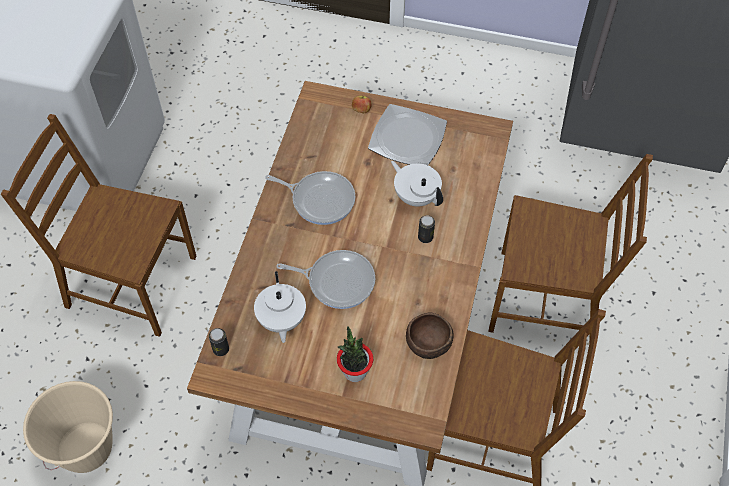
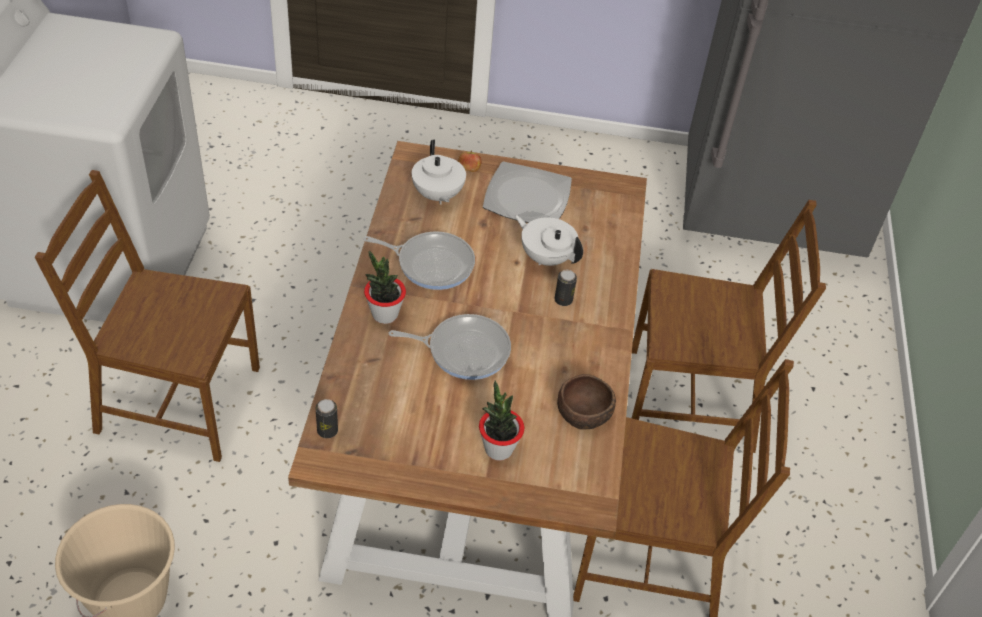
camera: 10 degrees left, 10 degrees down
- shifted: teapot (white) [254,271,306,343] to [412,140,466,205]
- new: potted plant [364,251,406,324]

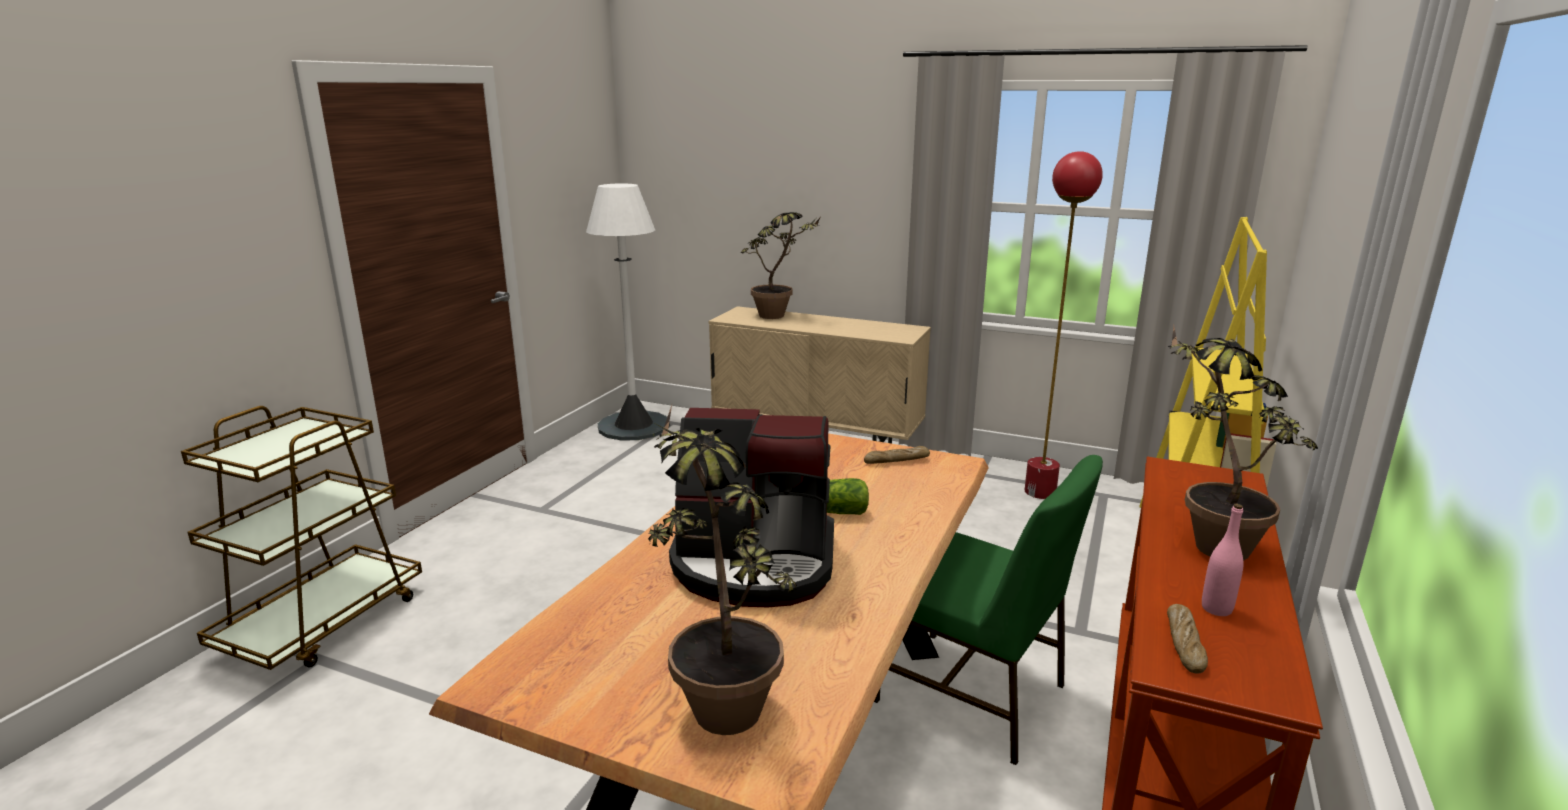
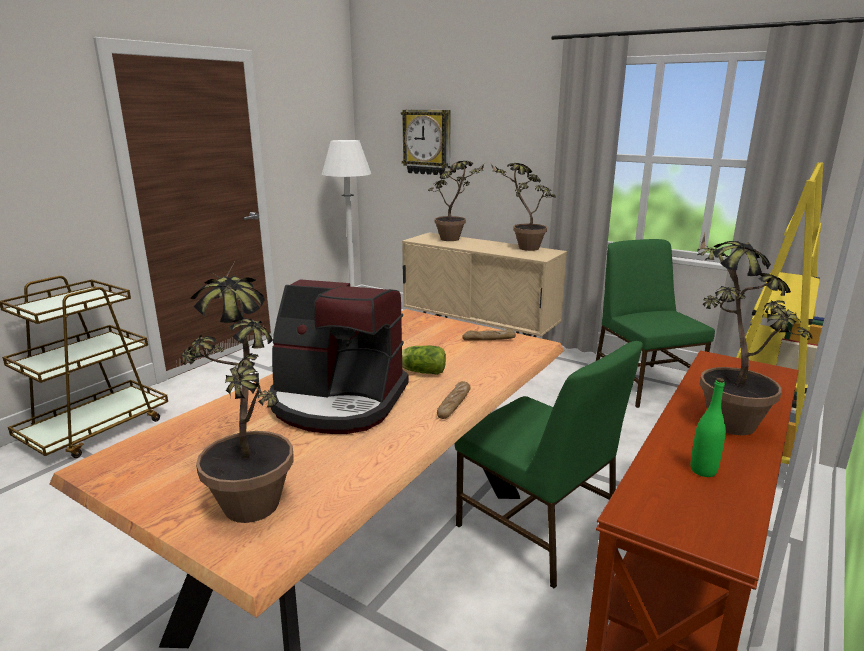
camera: 10 degrees right, 0 degrees up
- swapped: floor lamp (red) [1025,151,1103,499] to chair (green) [596,239,715,408]
- repainted: bottle (pink) [1202,504,1244,616] to bottle (green) [691,378,726,477]
- shifted: bread [1167,604,1208,674] to [437,381,471,419]
- new: wall clock [401,110,451,176]
- new: potted plant [491,163,556,251]

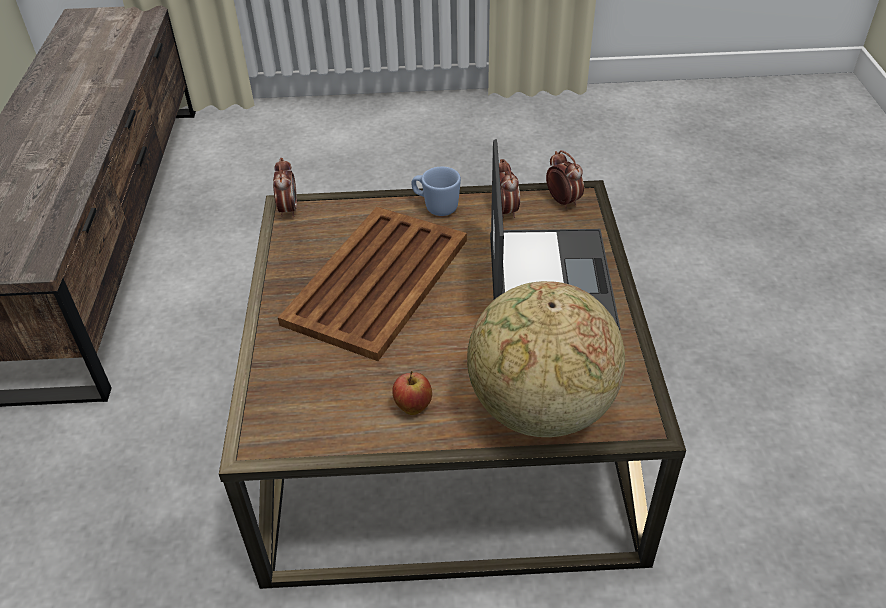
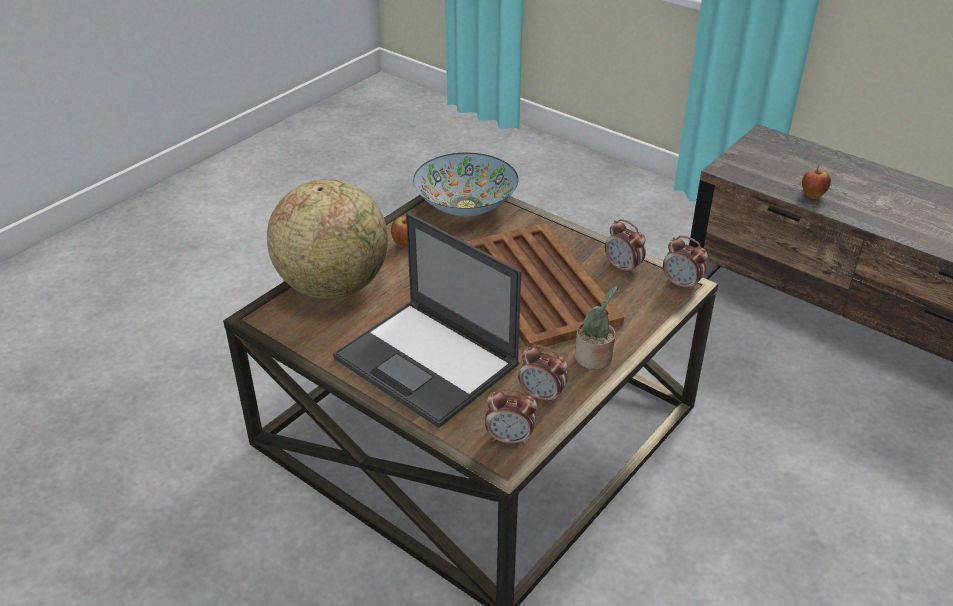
camera: 130 degrees right, 5 degrees down
- swapped: mug (blue) [411,167,461,216] to potted plant [575,286,618,370]
- new: bowl [413,153,518,217]
- new: apple [802,165,831,199]
- new: alarm clock [605,219,646,276]

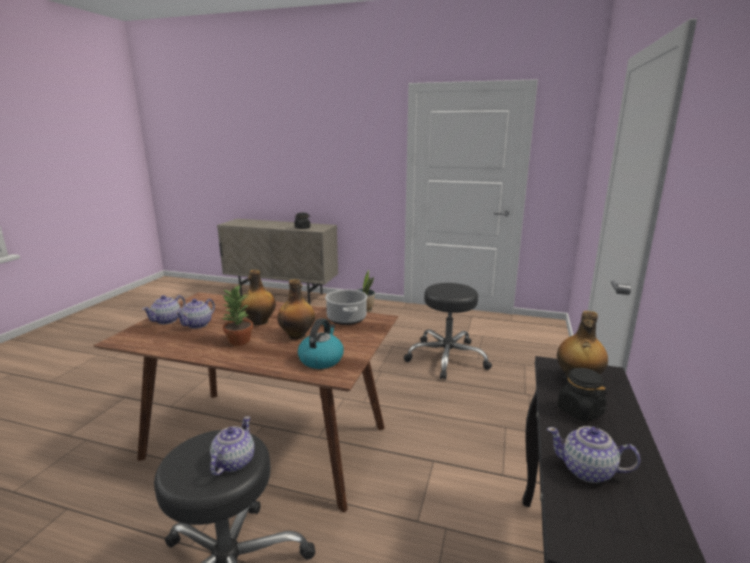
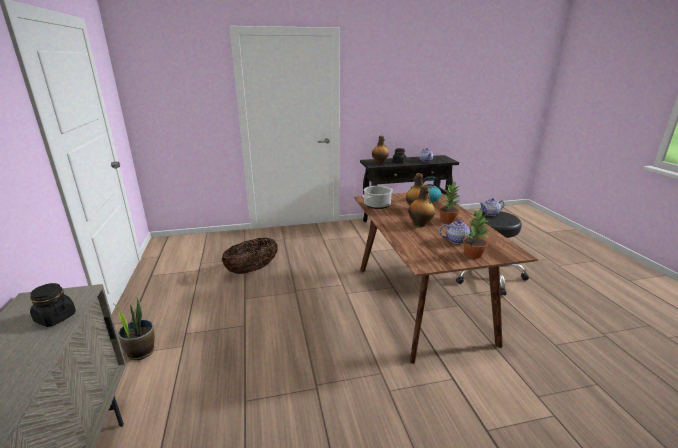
camera: 120 degrees left, 5 degrees up
- swapped: stool (black) [404,283,492,380] to basket [222,238,278,274]
- swapped: teapot [142,295,186,324] to potted plant [463,209,489,258]

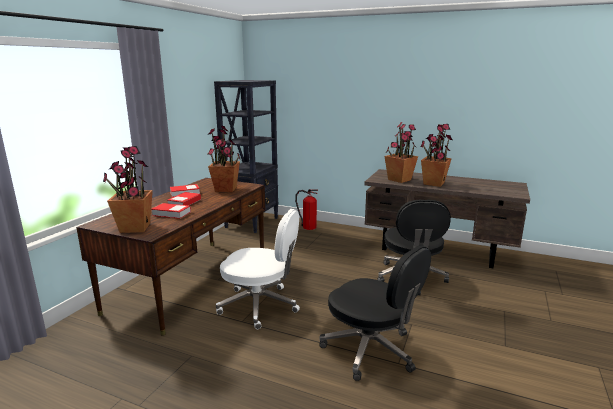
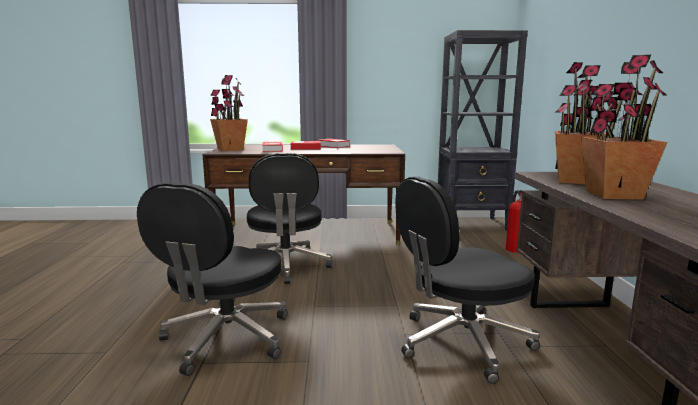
camera: 65 degrees right, 5 degrees down
- gone: potted plant [208,126,241,192]
- repainted: office chair (white) [216,209,300,329] to office chair (black) [247,153,333,284]

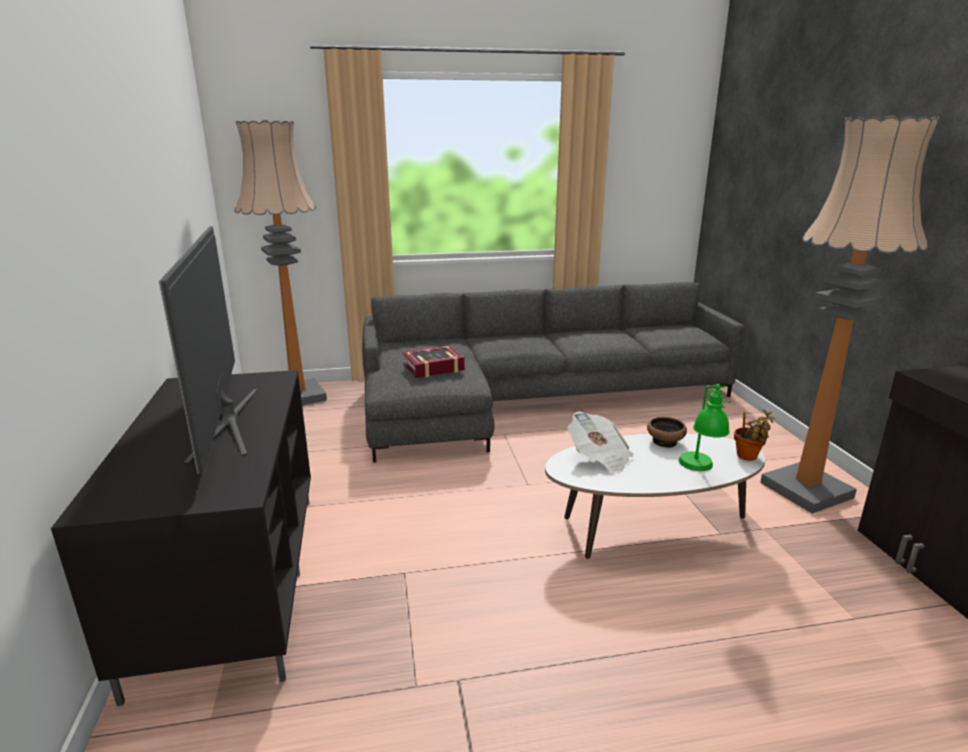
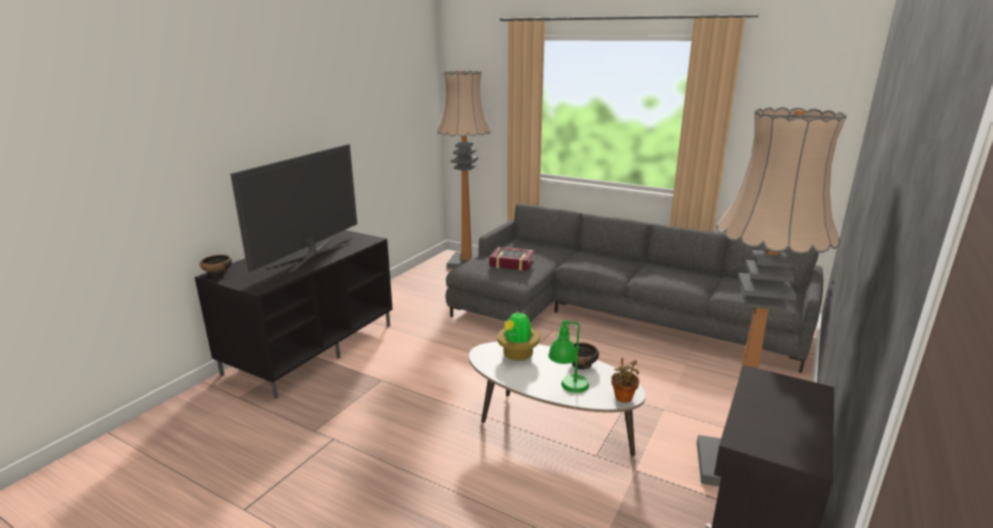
camera: 40 degrees right, 0 degrees up
- swapped: newspaper [568,411,634,474] to potted plant [497,313,540,361]
- new: bowl [200,255,232,277]

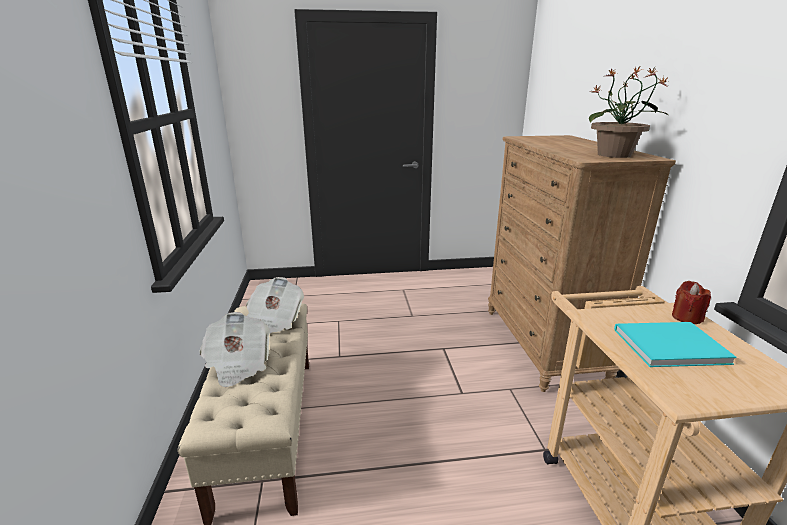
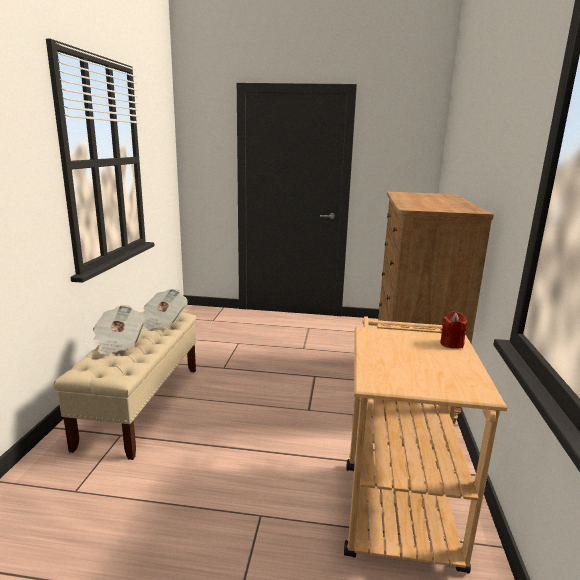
camera: 15 degrees right, 5 degrees down
- gone: potted plant [589,67,669,158]
- gone: book (turquoise) [614,322,737,367]

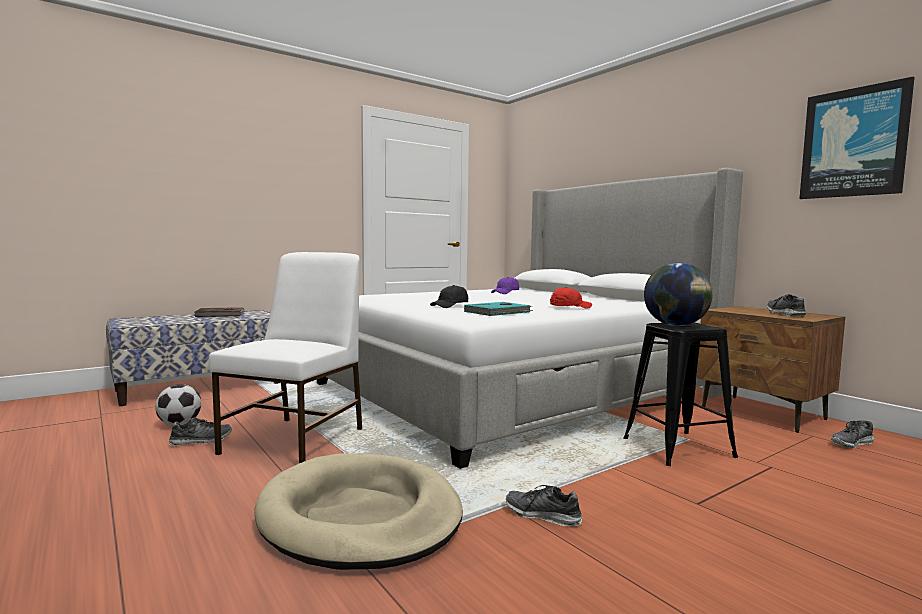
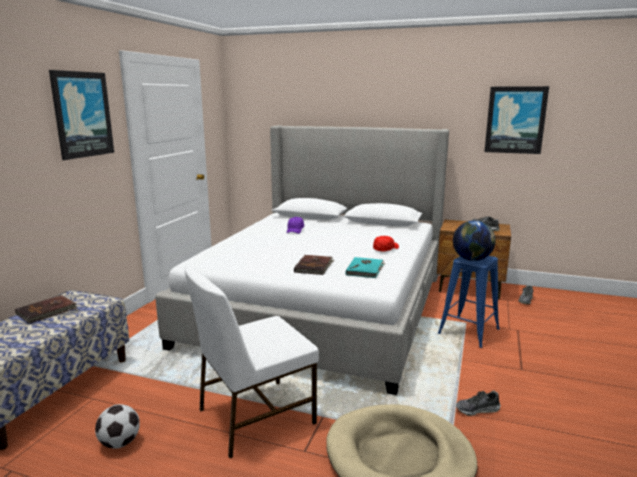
camera: 35 degrees left, 10 degrees up
- rotated: chair (white) [209,252,362,463] = [185,265,319,458] 105 degrees counterclockwise
- swapped: cap (black) [430,285,468,308] to book (brown) [294,255,334,275]
- repainted: stool (black) [624,322,738,466] to stool (blue) [438,256,500,348]
- gone: shoe [169,417,232,447]
- new: picture [49,70,114,160]

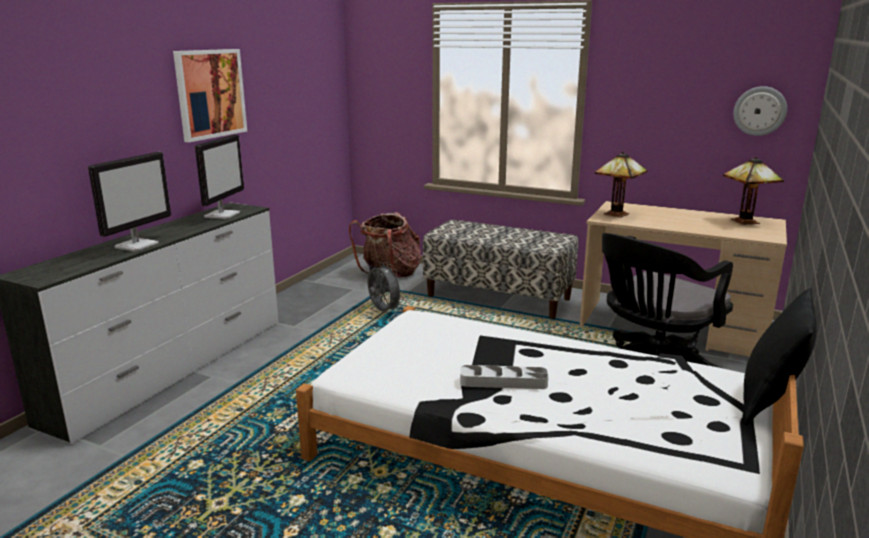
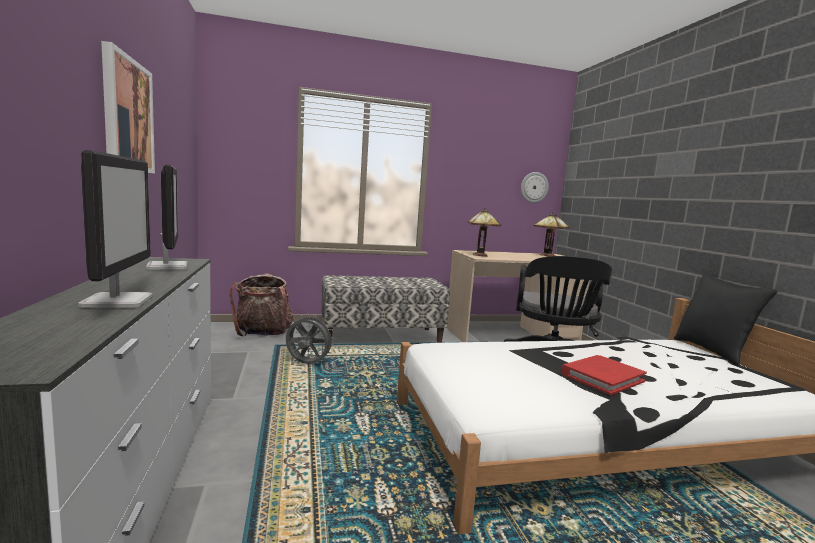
camera: 40 degrees left, 10 degrees down
- swapped: tray (grey) [460,365,548,389] to book (red) [561,355,647,395]

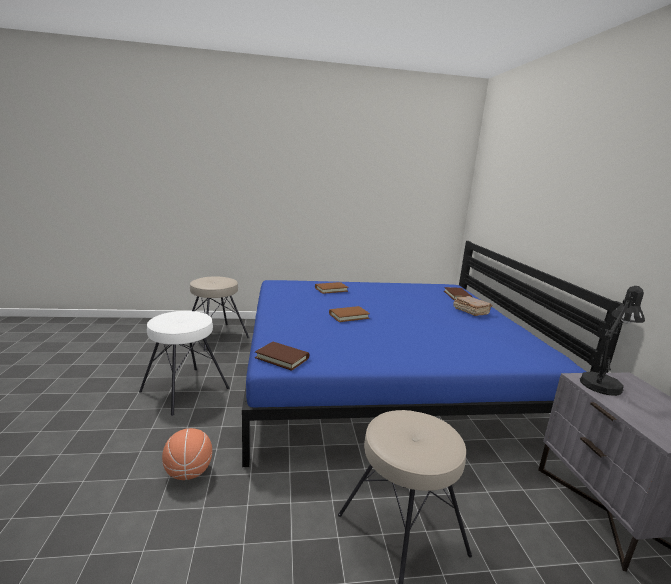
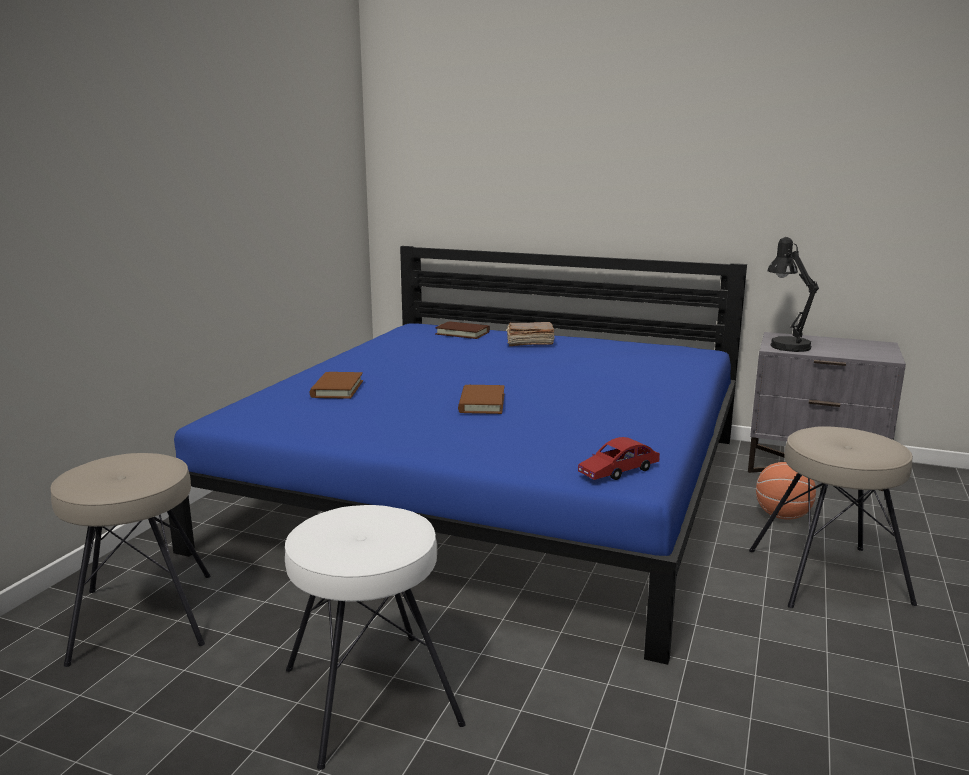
camera: 60 degrees left, 0 degrees up
- swapped: book (brown) [255,342,309,371] to toy car (red) [578,437,660,480]
- shifted: basketball [162,428,212,480] to [756,462,816,519]

